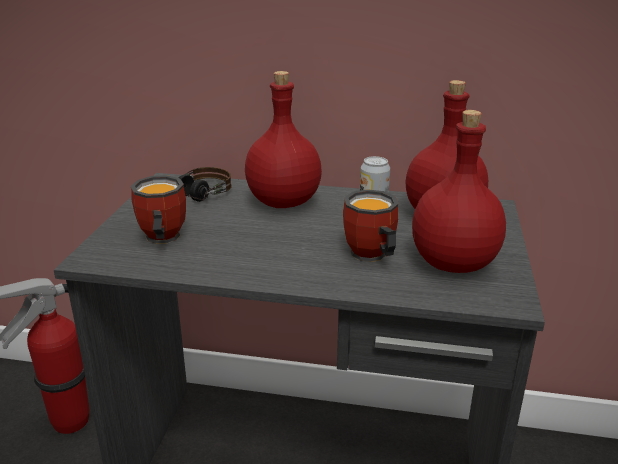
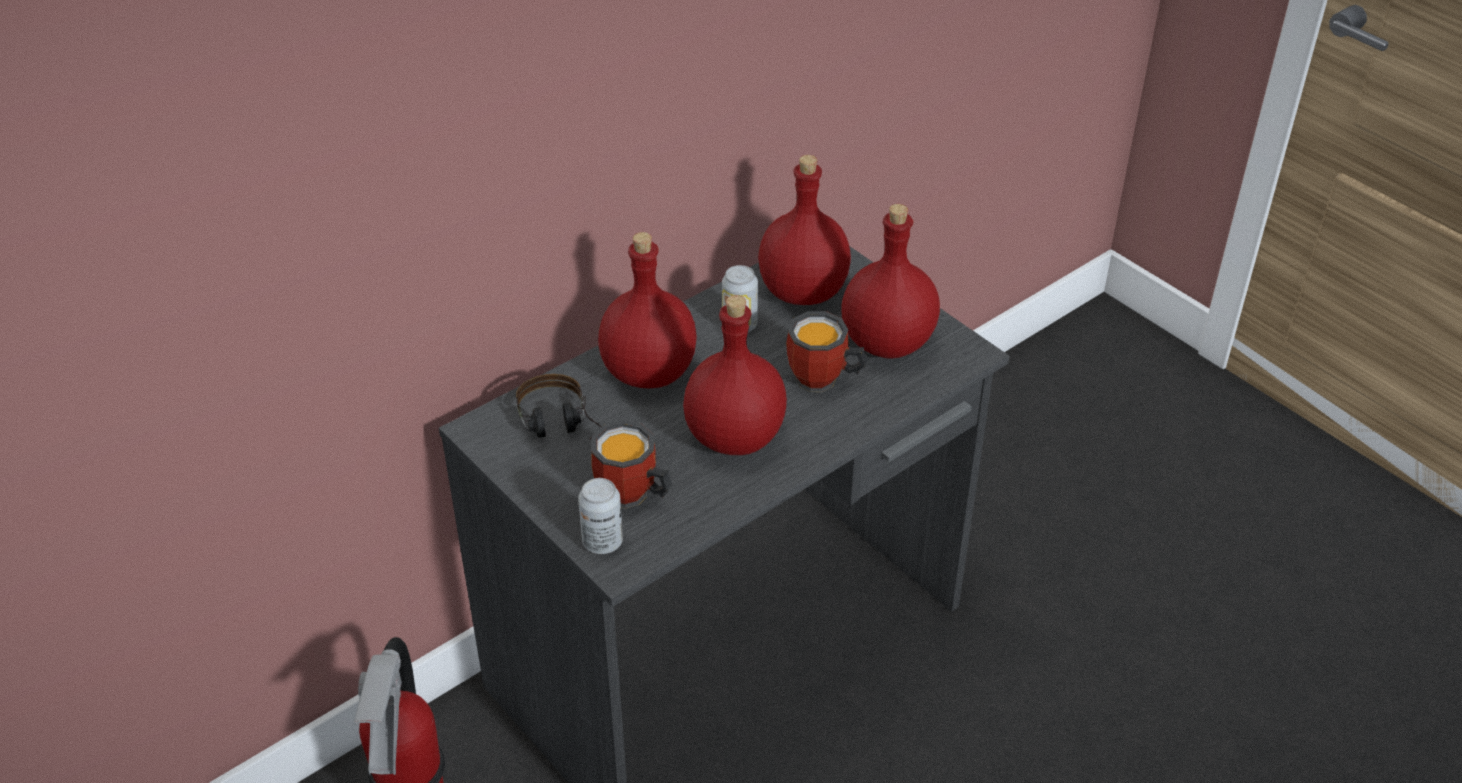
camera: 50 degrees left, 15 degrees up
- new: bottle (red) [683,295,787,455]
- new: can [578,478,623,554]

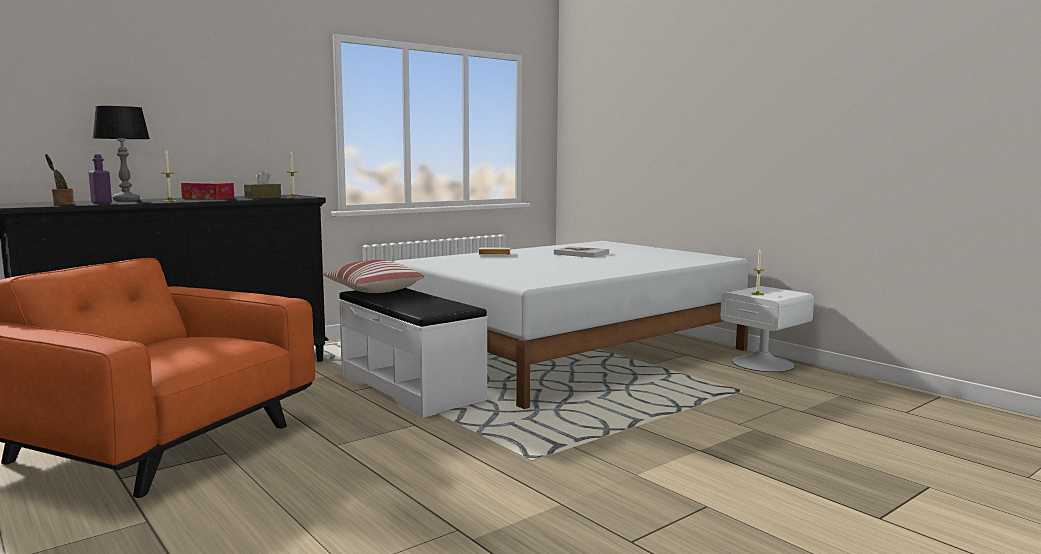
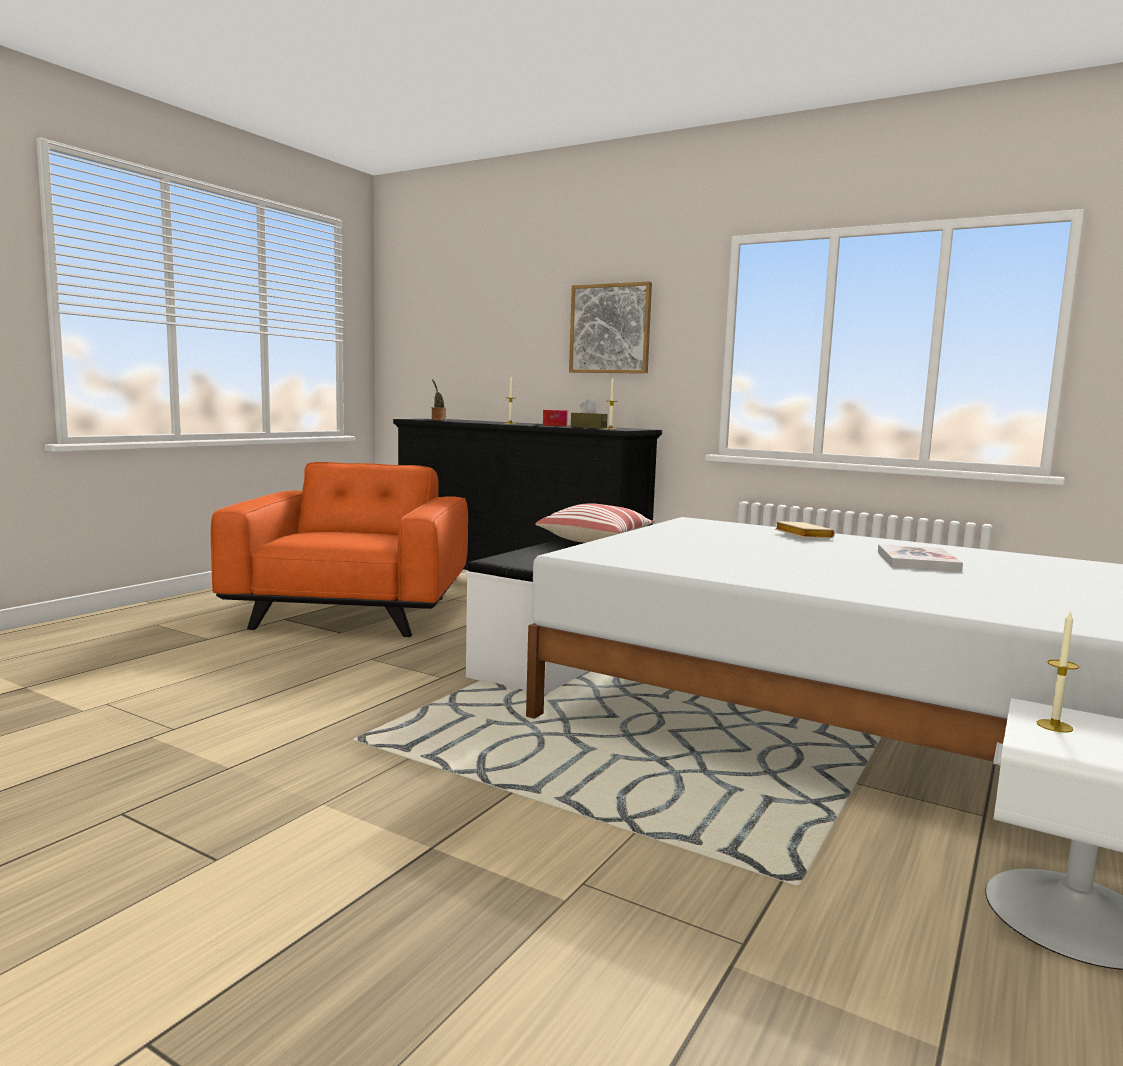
camera: 70 degrees right, 0 degrees up
- gone: table lamp [93,106,150,201]
- gone: bottle (purple) [89,154,112,204]
- new: picture [569,282,652,374]

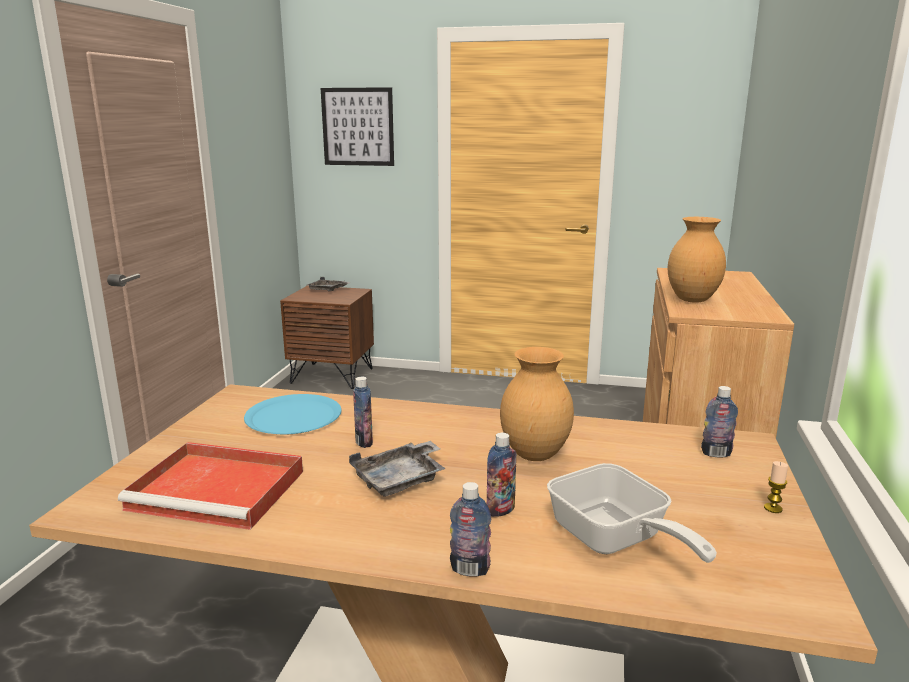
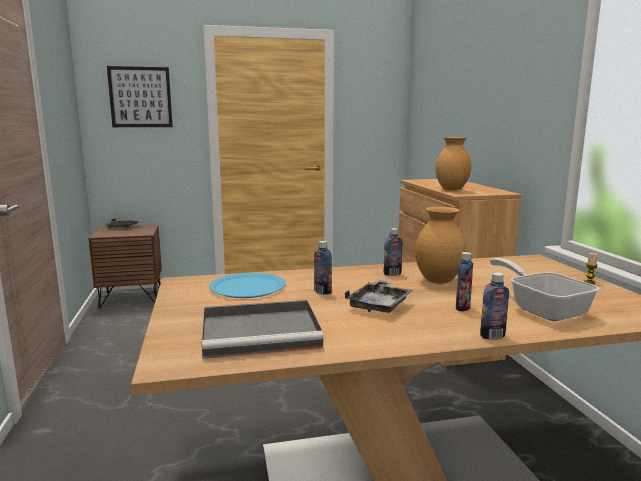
camera: 25 degrees left, 5 degrees down
- shifted: bottle [701,386,738,457] to [383,228,403,276]
- repainted: tray (red) [118,442,303,530] to tray (grey) [202,300,324,359]
- rotated: frying pan [547,463,717,563] = [490,258,599,321] 150 degrees counterclockwise

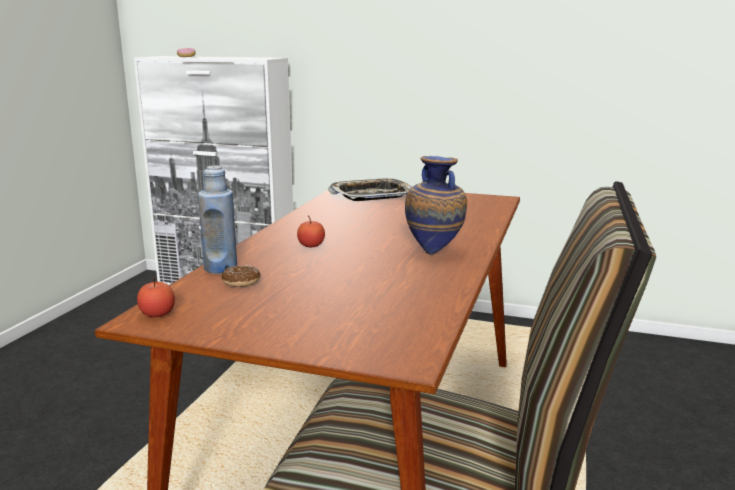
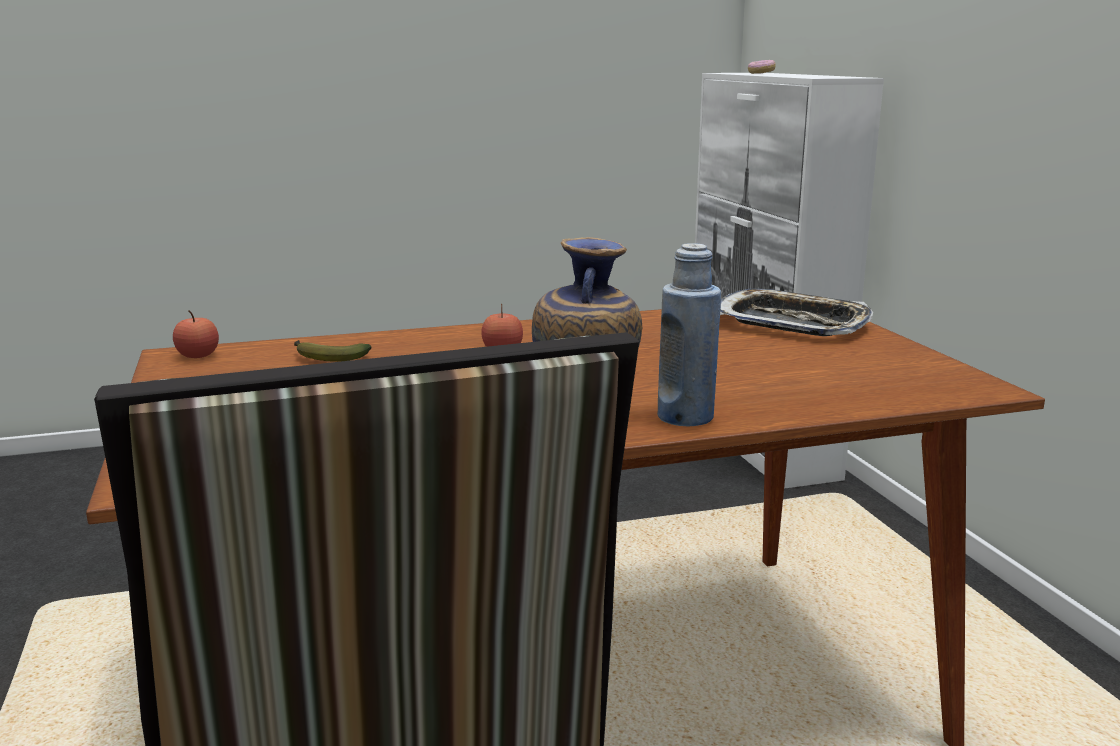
camera: 55 degrees right, 0 degrees up
- shifted: bottle (blue) [198,165,237,274] to [657,243,721,426]
- swapped: donut [221,266,260,287] to banana [294,340,371,362]

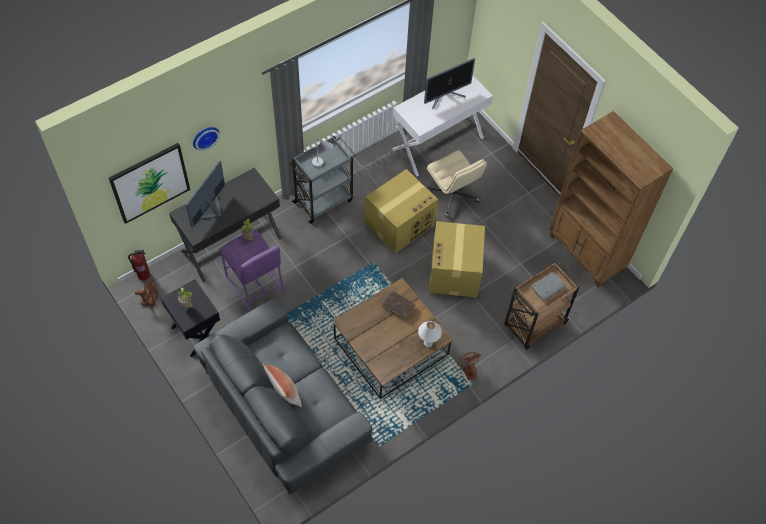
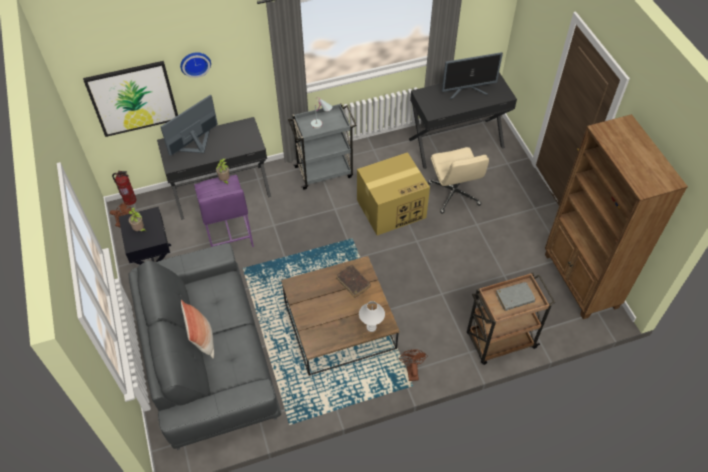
camera: 20 degrees right, 5 degrees down
- repainted: desk (white) [392,76,493,176] to desk (black) [409,73,517,169]
- gone: cardboard box [429,221,485,297]

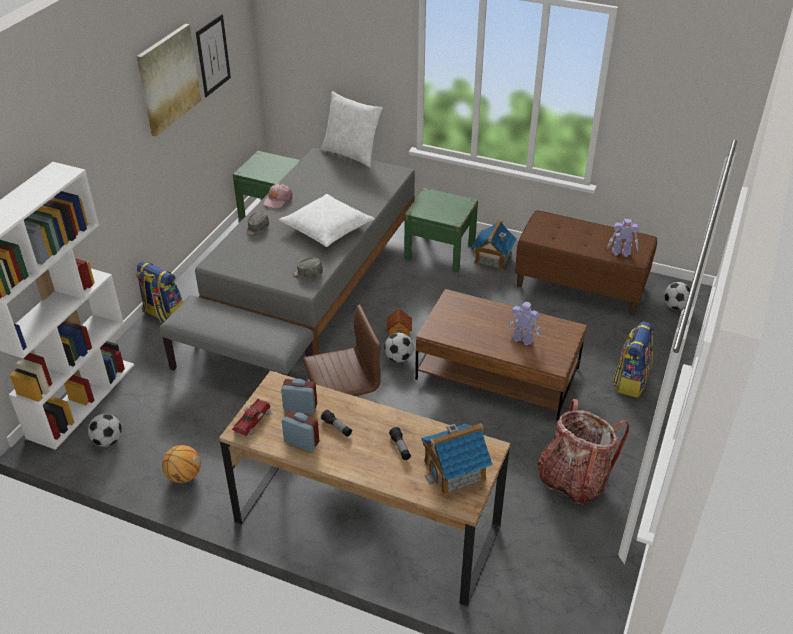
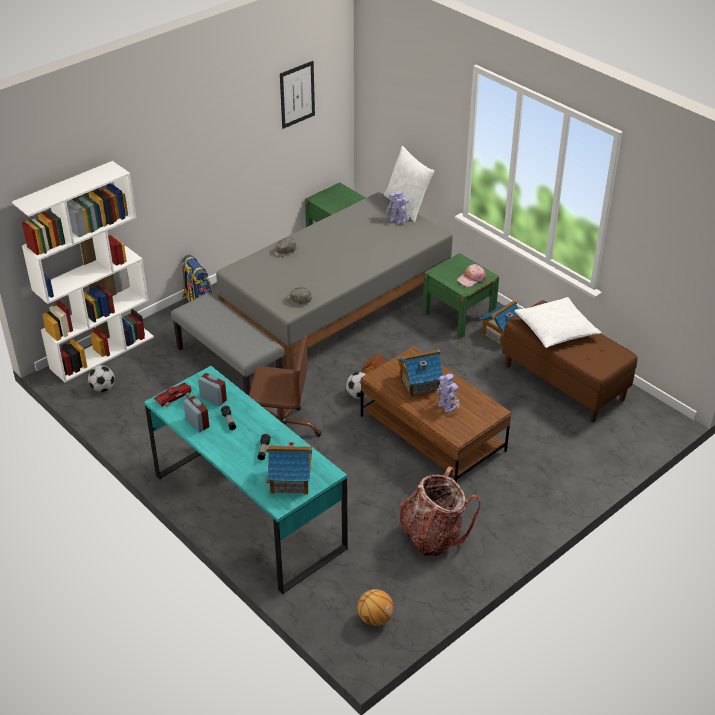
camera: 25 degrees right, 0 degrees up
- gone: picture [137,24,201,136]
- shifted: cap (pink) [263,184,293,209] to [457,264,487,287]
- shifted: pillow (white) [279,194,375,247] to [515,297,601,348]
- shifted: toy robot [607,219,639,257] to [386,191,409,225]
- gone: football [664,282,690,310]
- gone: backpack [613,322,653,398]
- repainted: desk (brown) [219,371,510,606] to desk (turquoise) [144,366,348,594]
- shifted: basketball [162,445,201,483] to [357,589,394,626]
- new: toy house [398,349,443,398]

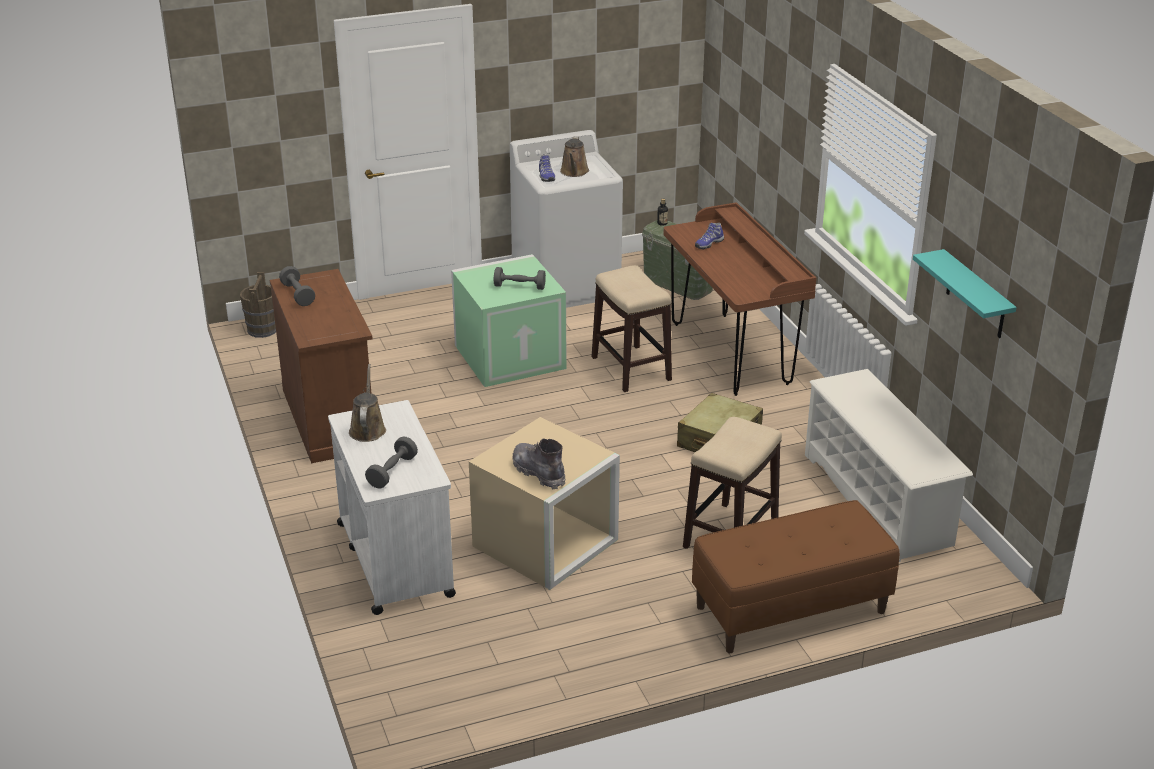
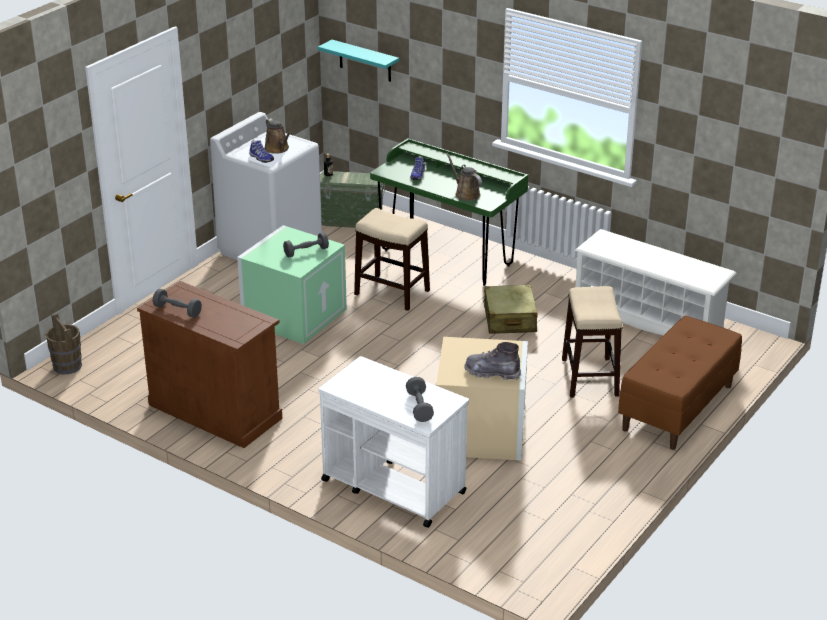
camera: 35 degrees left, 0 degrees up
- repainted: desk (brown) [663,202,816,396] to desk (green) [370,138,528,286]
- shifted: shelf (turquoise) [913,249,1017,338] to [318,40,399,82]
- shifted: watering can (brown) [349,364,386,442] to [446,153,482,201]

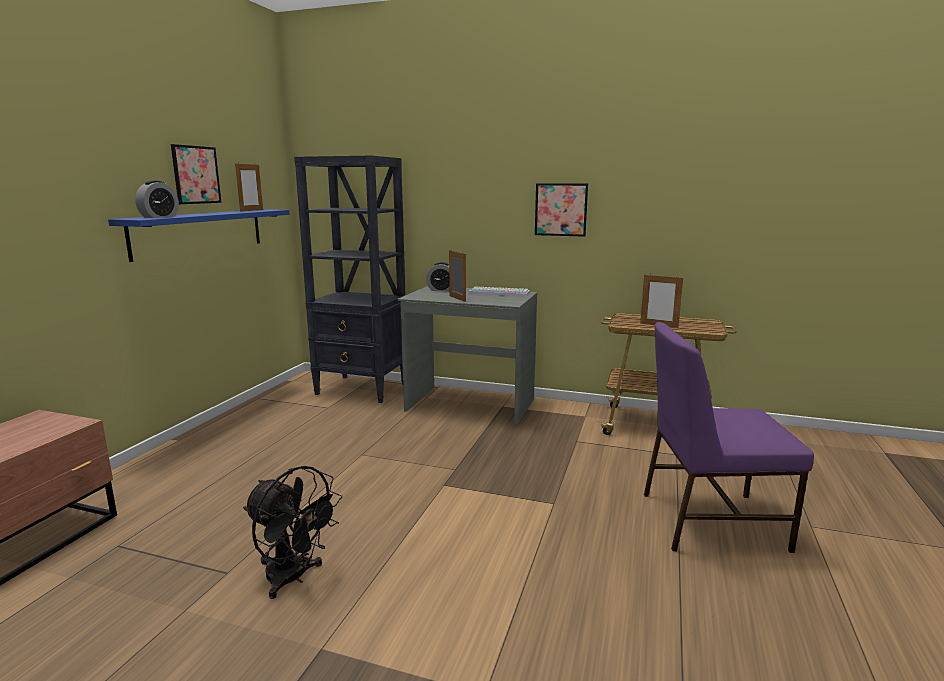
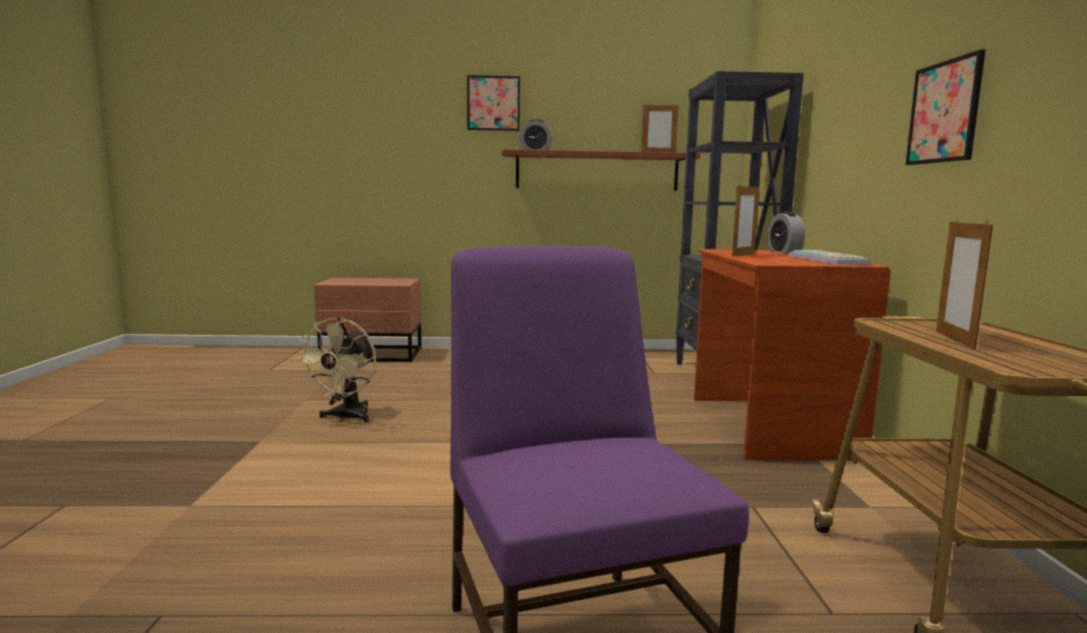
camera: 70 degrees right, 5 degrees down
- shifted: picture [171,144,222,204] to [467,75,520,131]
- repainted: shelf (blue) [108,209,290,262] to shelf (brown) [502,149,700,191]
- repainted: desk (grey) [397,286,537,426] to desk (brown) [694,249,891,461]
- repainted: fan (black) [243,466,342,599] to fan (beige) [295,317,376,422]

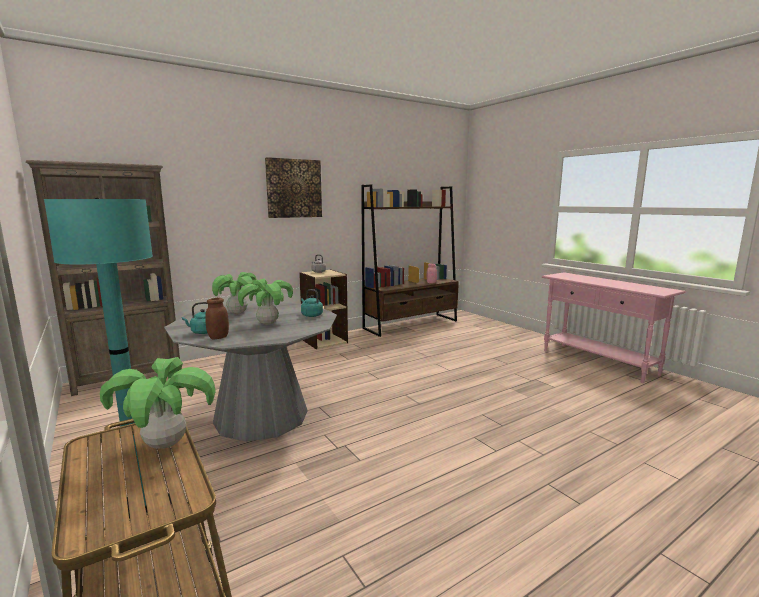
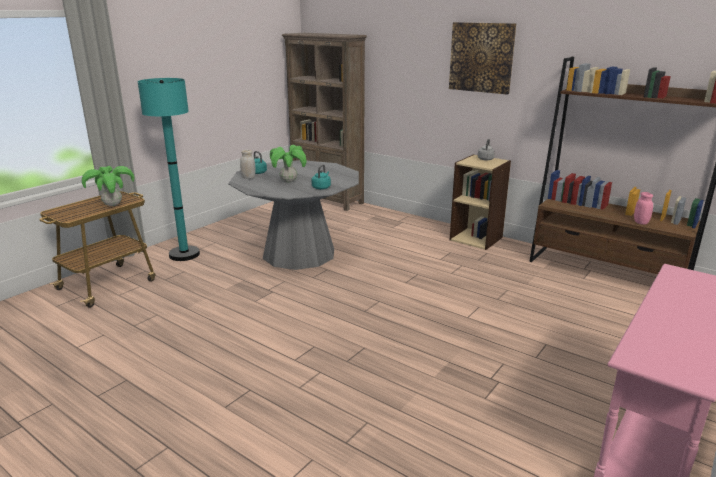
camera: 70 degrees right, 10 degrees up
- gone: potted plant [212,272,257,314]
- repainted: jar (brown) [205,298,229,339] to jar (white) [240,150,256,179]

